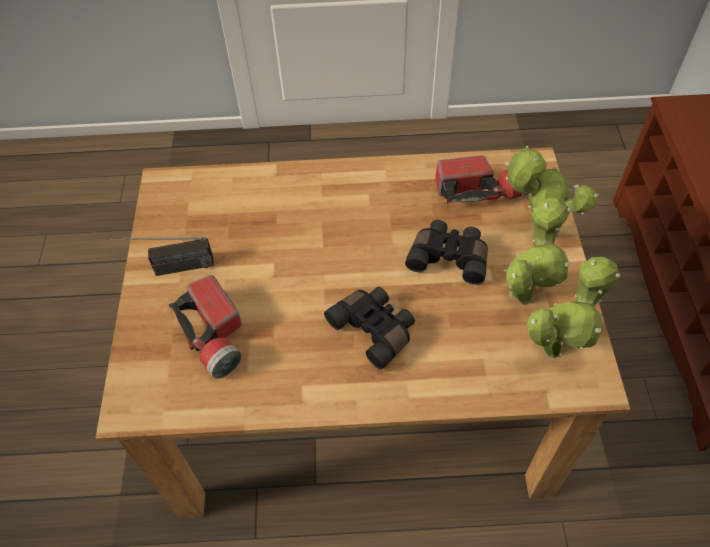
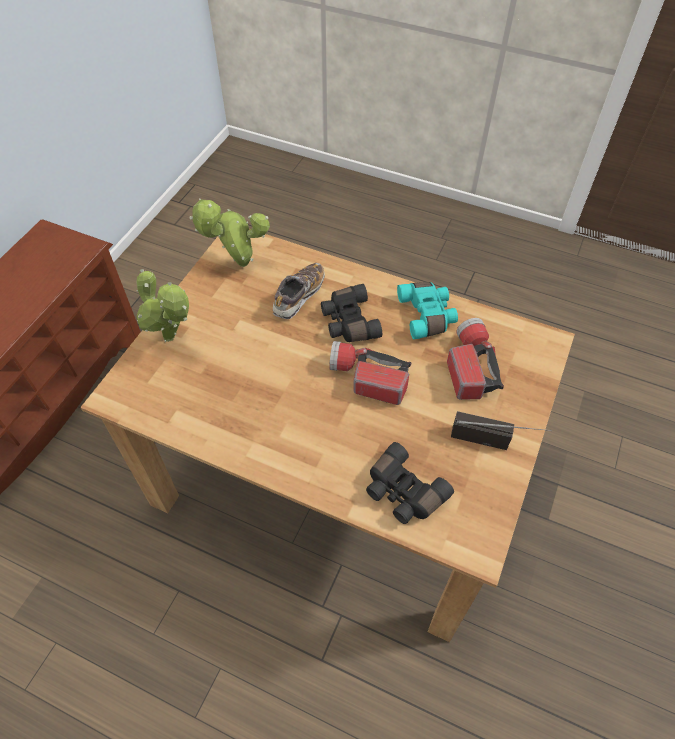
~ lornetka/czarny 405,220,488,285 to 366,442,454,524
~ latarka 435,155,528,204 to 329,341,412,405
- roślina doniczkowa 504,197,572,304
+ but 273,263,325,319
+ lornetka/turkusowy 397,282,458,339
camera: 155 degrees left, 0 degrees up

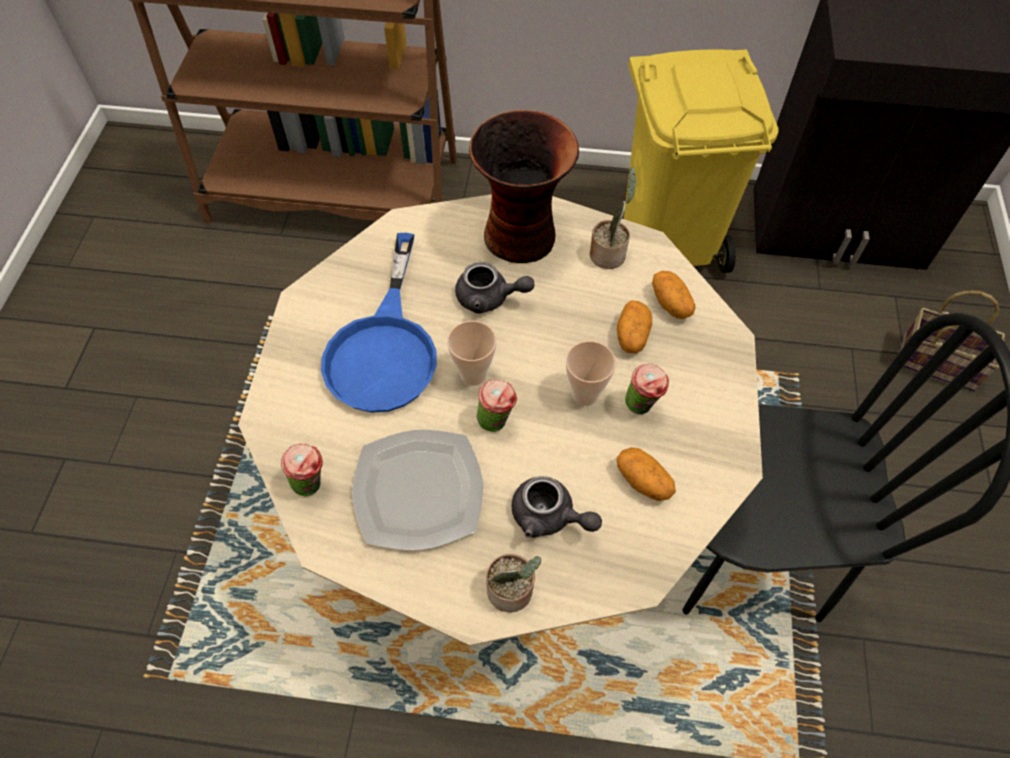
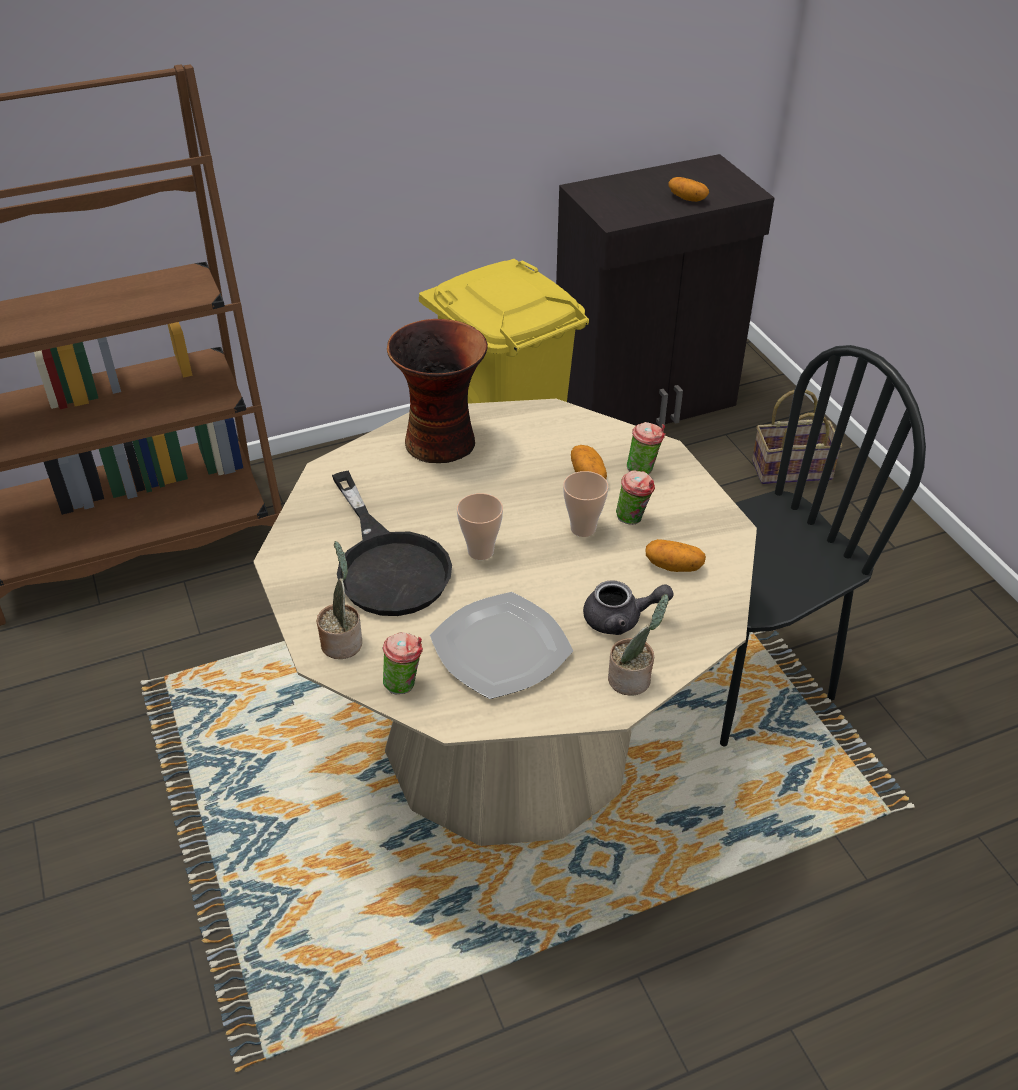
~ patelnia/niebieski 321,233,437,413 to patelnia/czarny 332,471,452,616
- imbryk/szary 455,262,534,314
~ filiżanka 477,380,517,432 to 627,422,666,474
~ roślina doniczkowa 590,167,637,269 to 317,541,362,659
~ ziemniak 652,271,695,319 to 668,177,709,202
camera: 30 degrees left, 15 degrees down

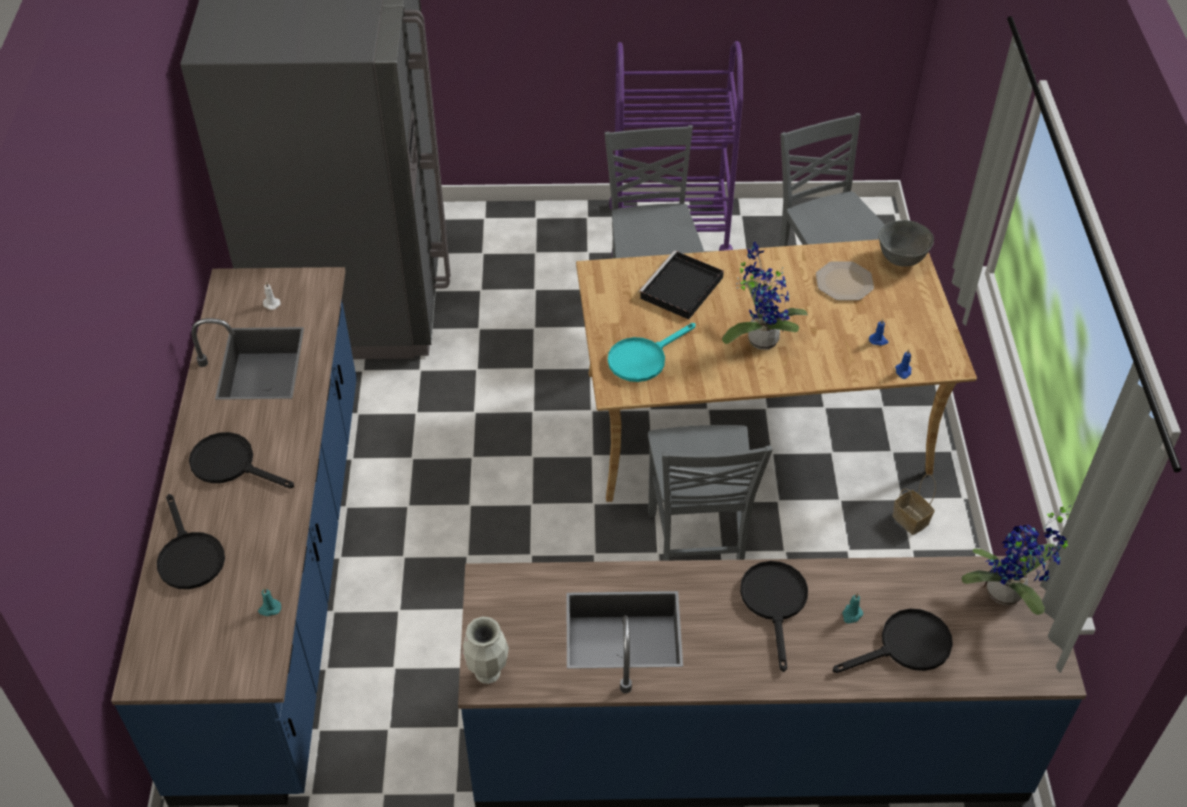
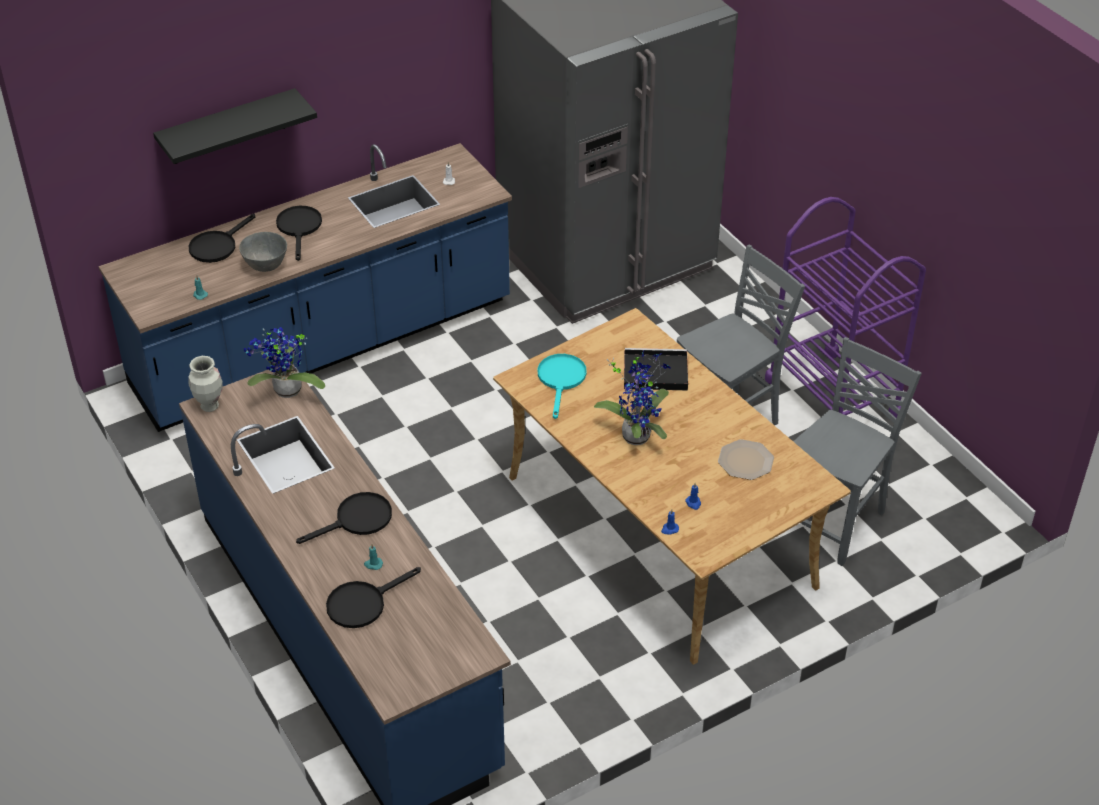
~ patelnia/turkusowy 608,323,695,382 = 537,354,587,419 75 degrees clockwise
- krzesło/szary 648,425,772,561
~ patelnia/czarny 833,609,953,673 = 326,567,421,628 105 degrees clockwise
~ miska/szary 878,220,934,267 to 239,232,287,272
- koszyk 892,474,936,535
~ roślina doniczkowa 962,505,1072,615 to 244,327,325,398
+ półka/czarny 153,88,317,164
camera: 60 degrees right, 5 degrees down

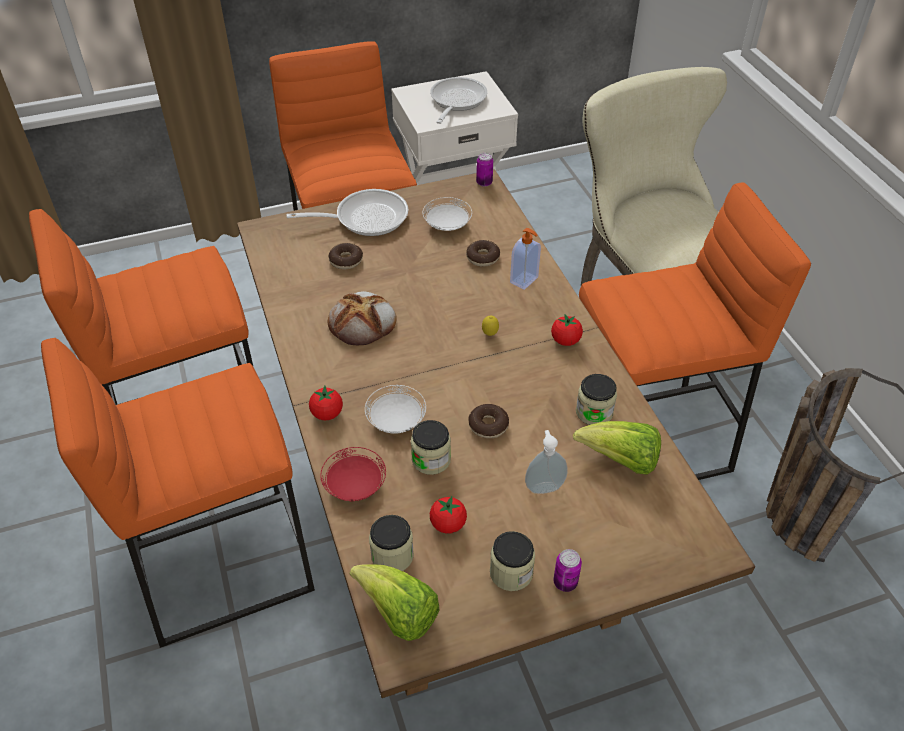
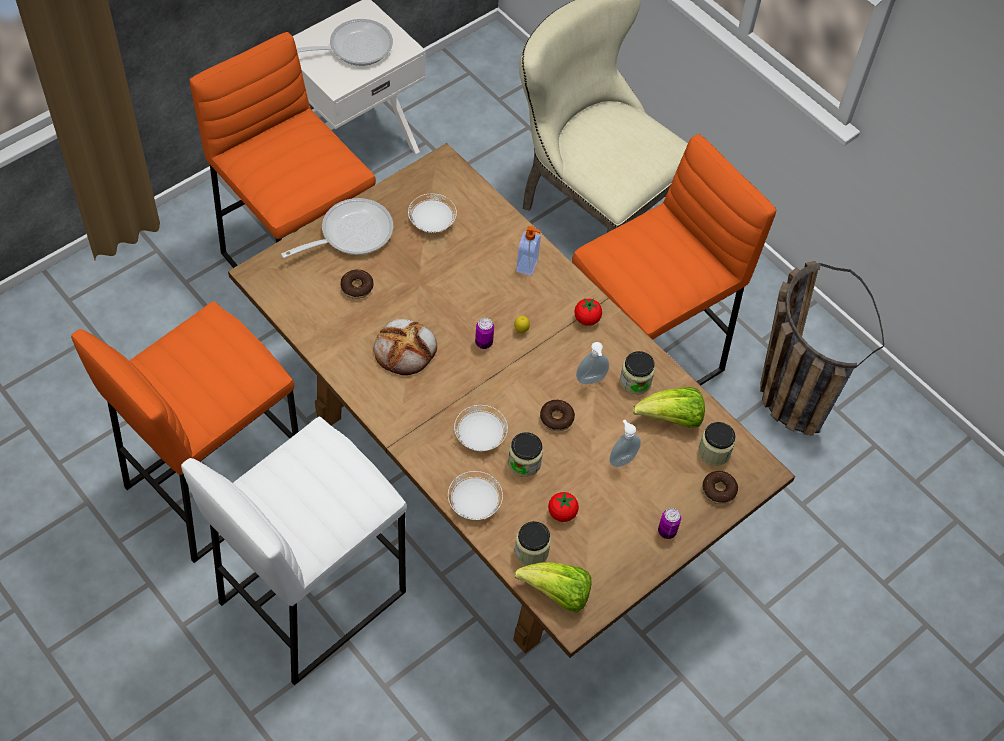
~ stołek/pomarańczowy 41,338,315,648 to stołek/biały 181,416,407,685
- pomidor 309,386,343,420
~ talerz/czerwony 320,447,386,501 to talerz/biały 448,471,503,520
~ patelnia 430,77,487,124 = 296,19,393,66 75 degrees clockwise
~ donut 466,240,500,267 to 702,471,738,504
~ puszka 476,153,493,187 to 475,318,494,349
~ słoik 490,531,535,591 to 698,422,736,466
+ dozownik mydła 576,342,609,384
camera: 25 degrees left, 10 degrees up

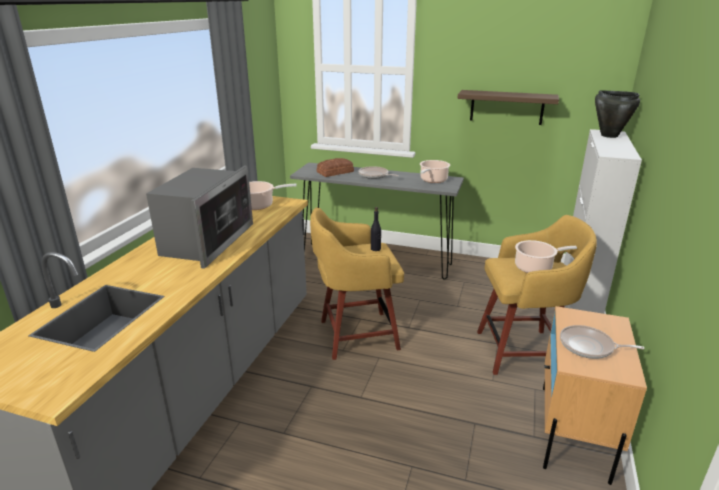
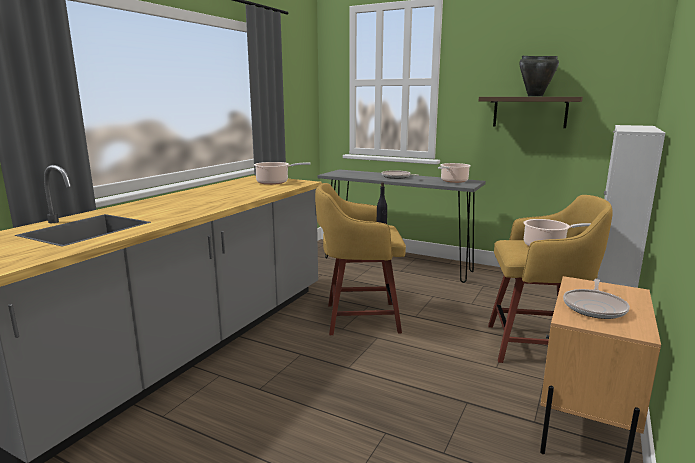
- mikrofalówka 146,166,253,269
- chleb 317,158,354,177
~ patelnia 560,325,645,359 = 563,279,630,319 90 degrees counterclockwise
~ garnek/czarny 595,90,640,138 to 519,56,559,96
camera: 10 degrees right, 10 degrees down

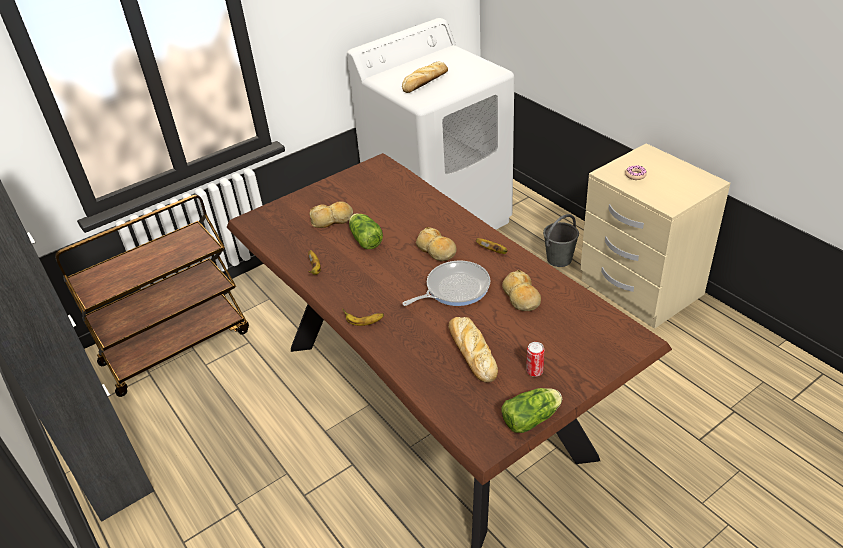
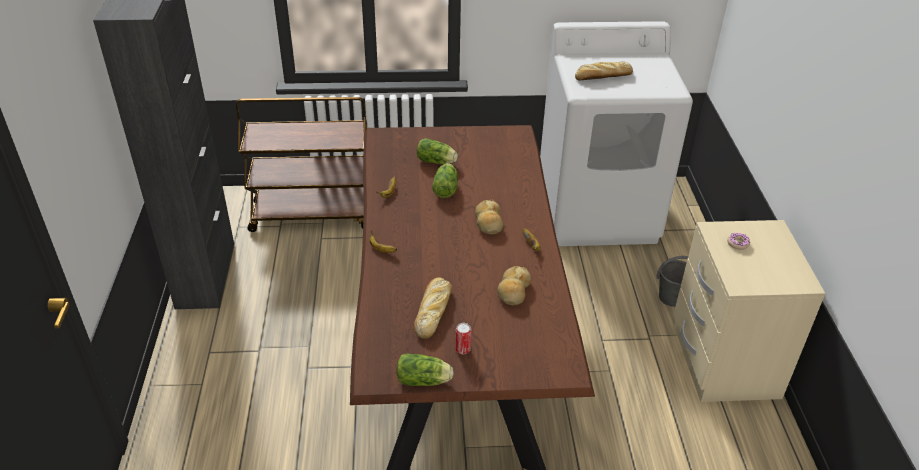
~ chleb 309,201,353,228 to sałata 417,138,458,164
- patelnia 402,261,490,306
camera: 30 degrees right, 0 degrees up

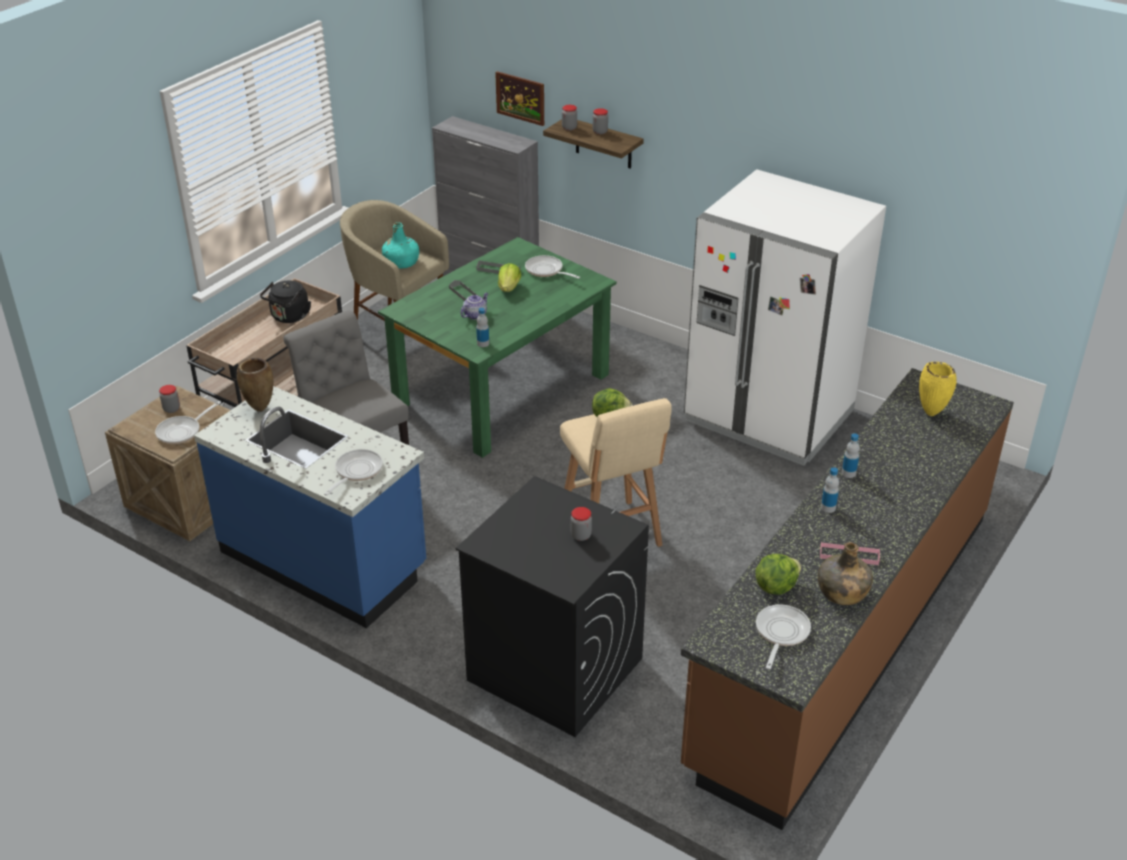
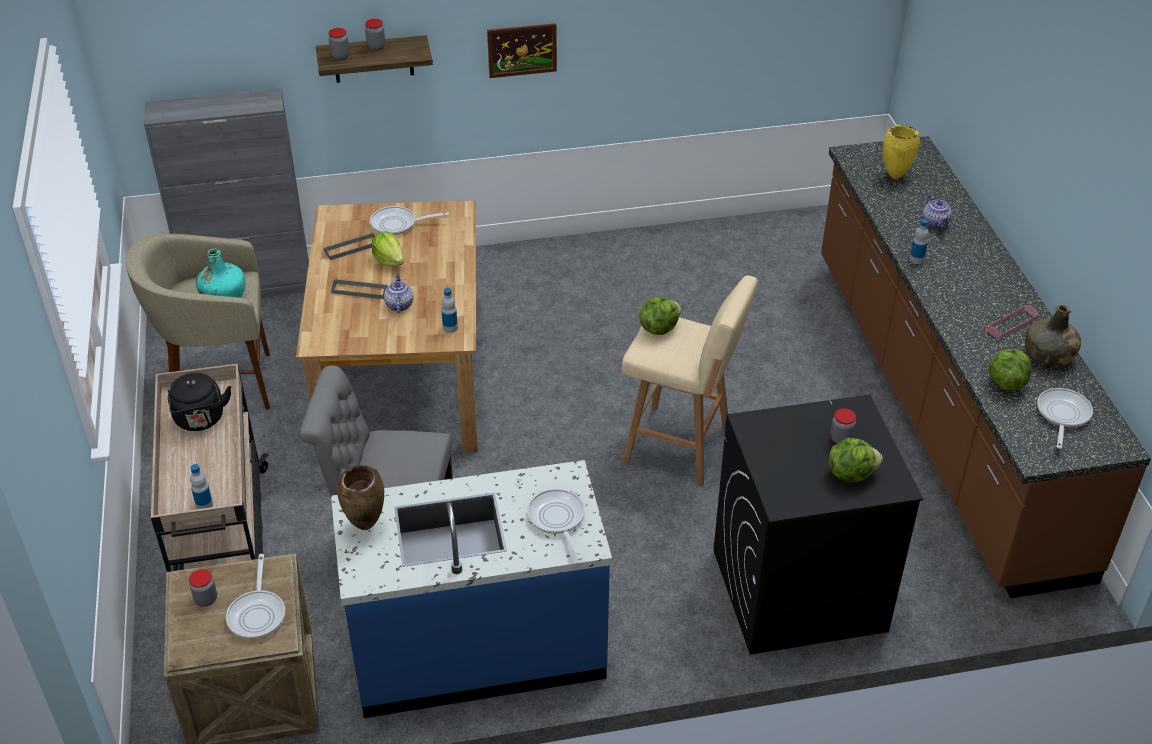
~ stół jadalny/zielony 378,237,617,458 to stół jadalny/brązowy 296,200,478,453
~ obraz 495,71,544,126 to 487,23,557,78
- lodówka/biały 684,169,886,466
~ patelnia 756,605,811,669 = 1037,388,1093,449 45 degrees clockwise
~ butelka 821,467,839,513 to 190,464,213,509
+ sałata 829,438,883,483
+ imbryk 923,195,952,229
camera: 45 degrees left, 5 degrees up

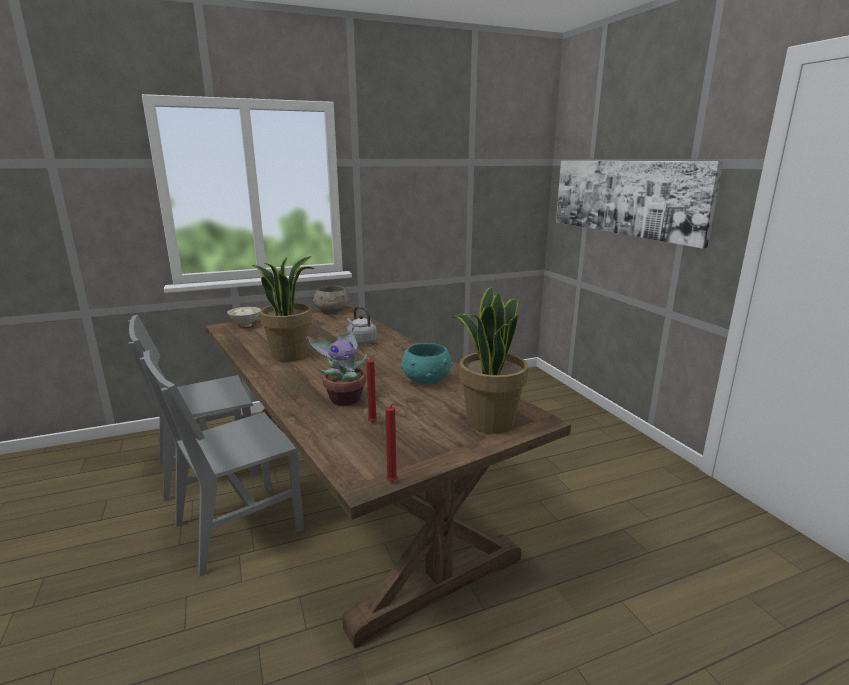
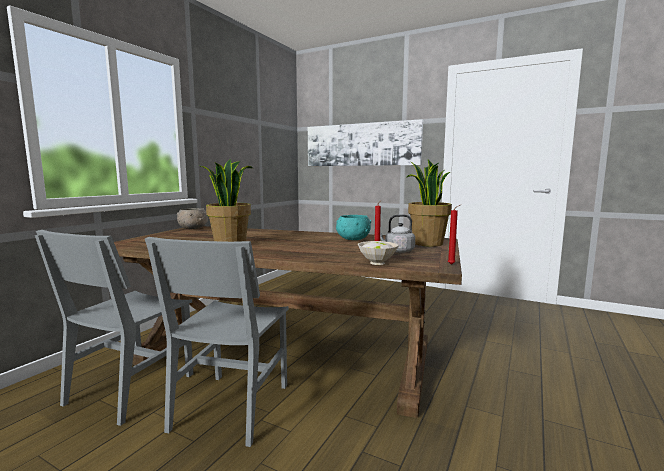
~ miska/biały 227,307,261,327 to 358,241,399,265
- roślina doniczkowa 306,326,367,406
~ czajnik/szary 346,306,377,345 to 380,214,415,253
camera: 40 degrees left, 10 degrees down

